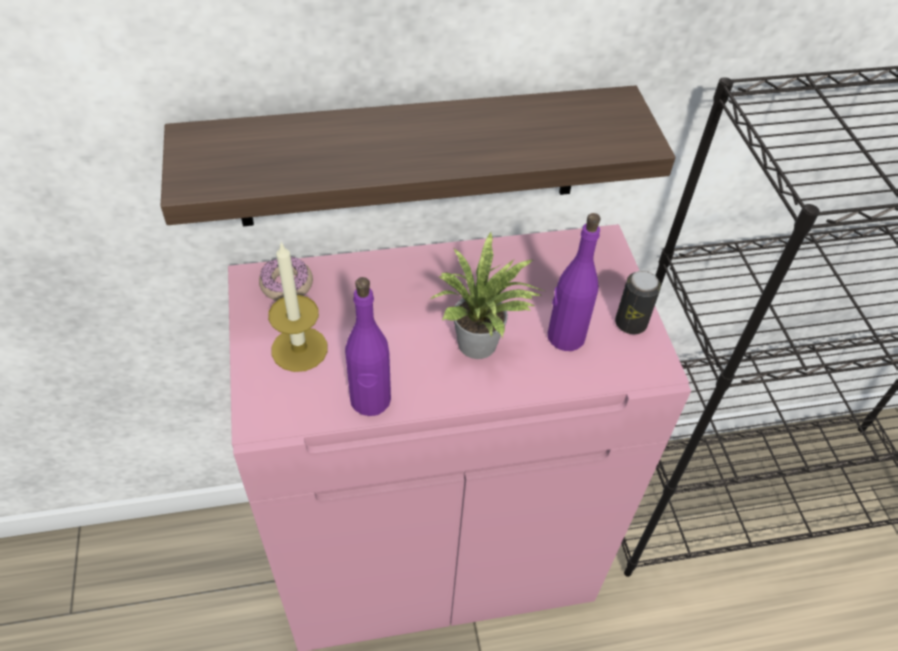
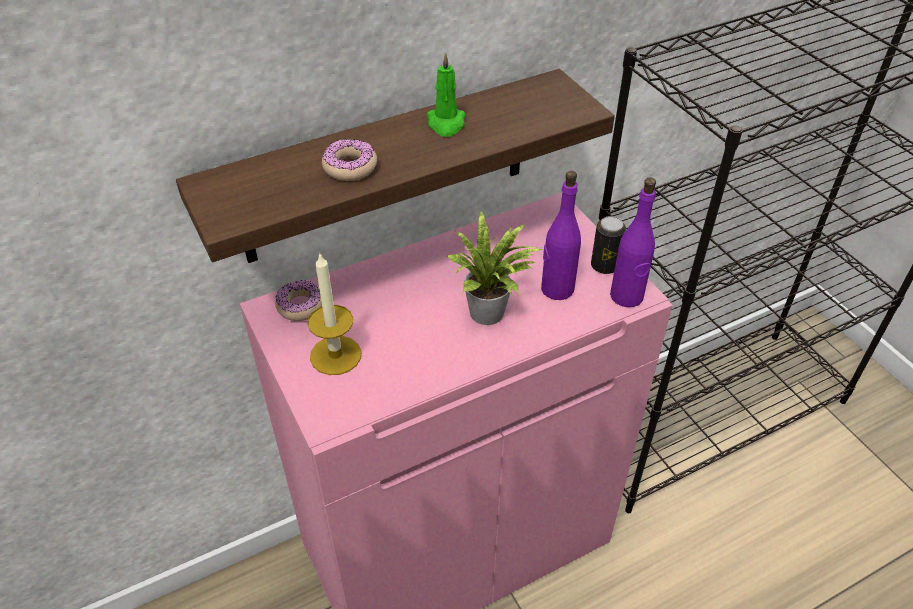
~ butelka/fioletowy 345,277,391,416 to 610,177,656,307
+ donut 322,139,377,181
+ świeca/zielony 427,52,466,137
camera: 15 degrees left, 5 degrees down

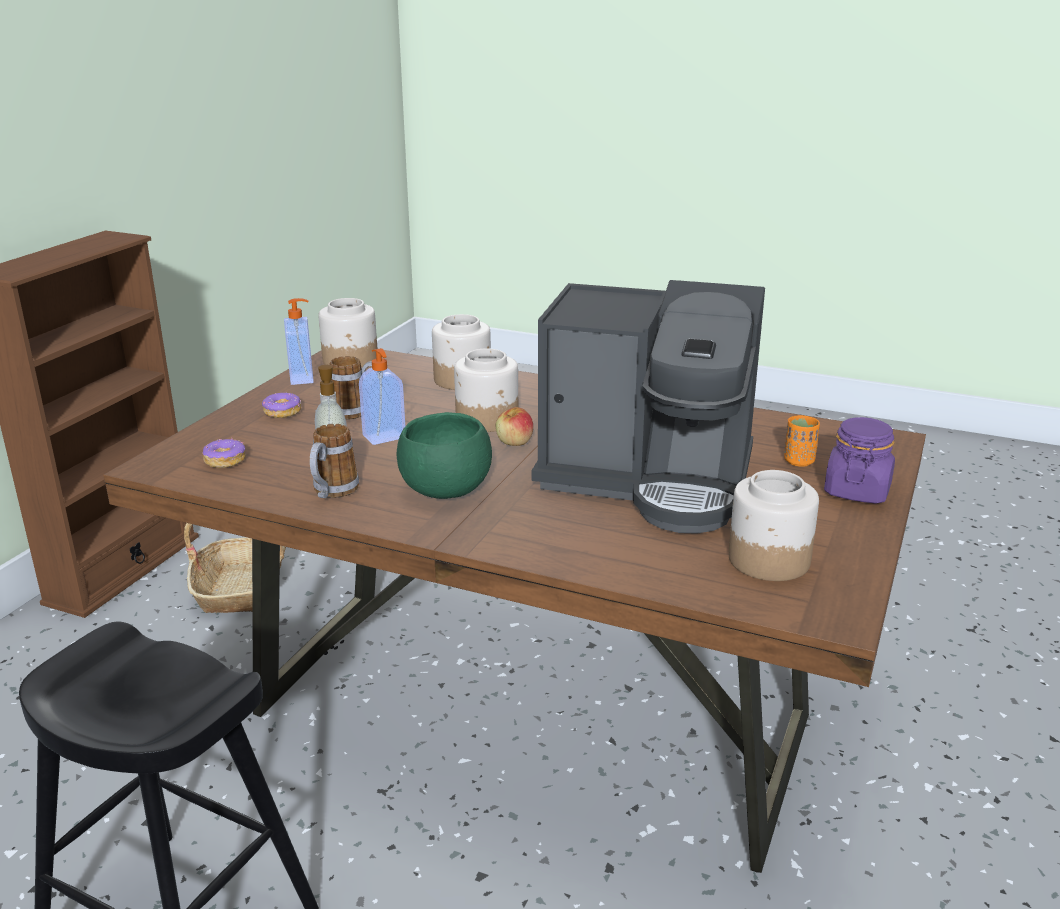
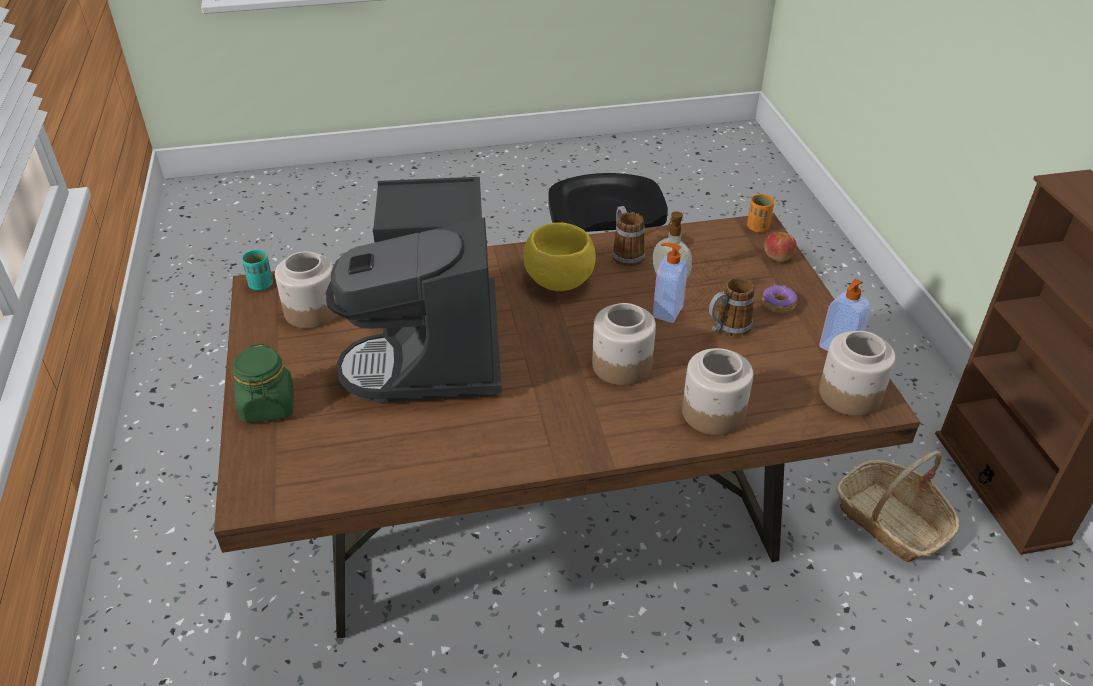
- donut 201,438,246,468
~ miska/zielony 397,412,492,499 to miska/żółty 523,222,596,291
~ jabłko 496,407,533,446 to 764,232,797,262
~ ekspres do kawy 531,280,765,534 = 326,177,502,403 75 degrees counterclockwise
~ filiżanka/pomarańczowy 784,415,820,467 to 747,194,774,232
~ słoik/fioletowy 824,417,895,504 to słoik/zielony 233,343,294,423
+ filiżanka/turkusowy 242,250,273,291
camera: 145 degrees right, 15 degrees up

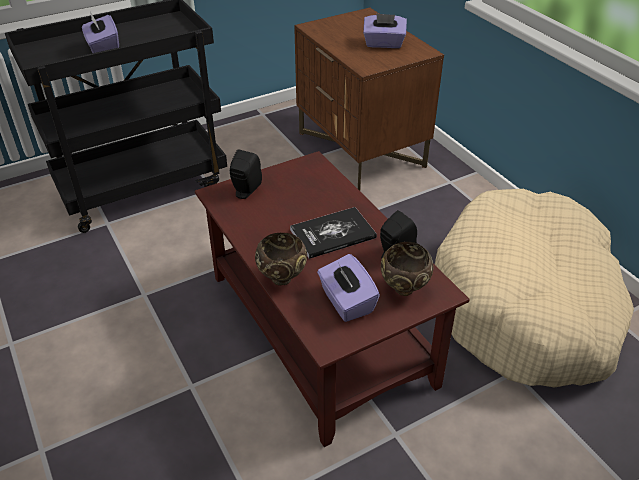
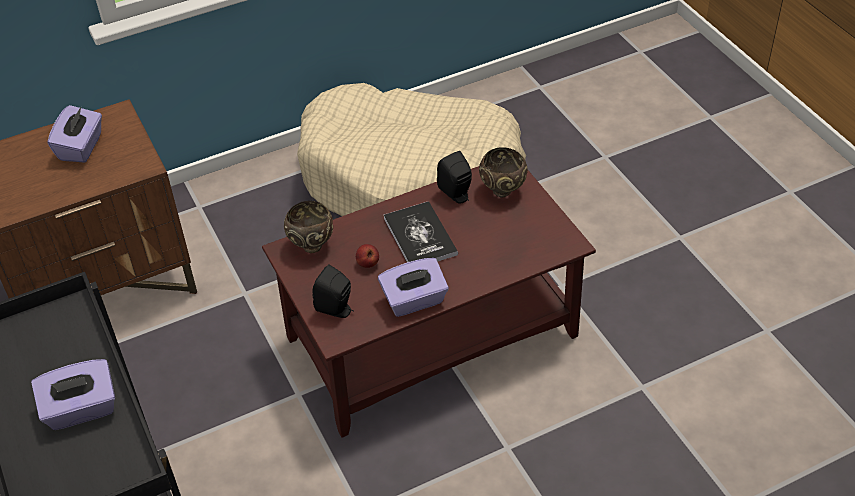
~ miska/brązowy 255,233,307,286 to 284,201,333,253
~ pudełko chusteczek/fioletowy 317,254,380,322 to 378,258,449,317
+ jabłko 356,244,379,268
camera: 85 degrees left, 5 degrees up

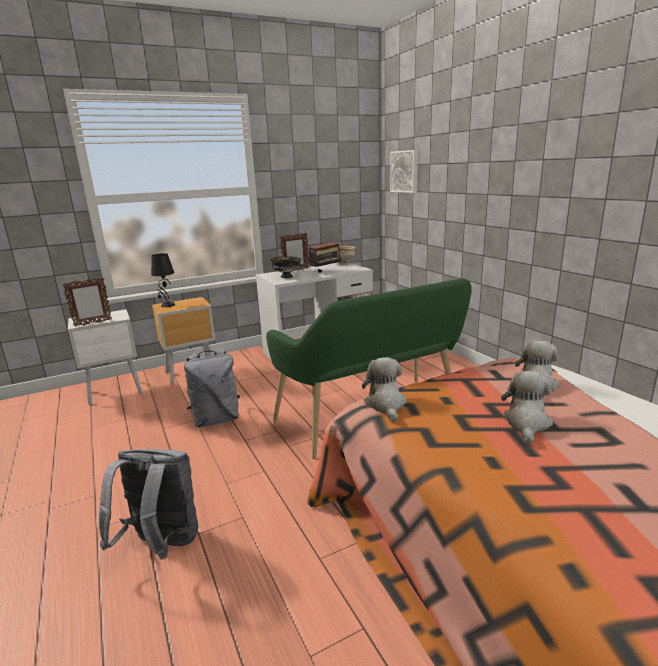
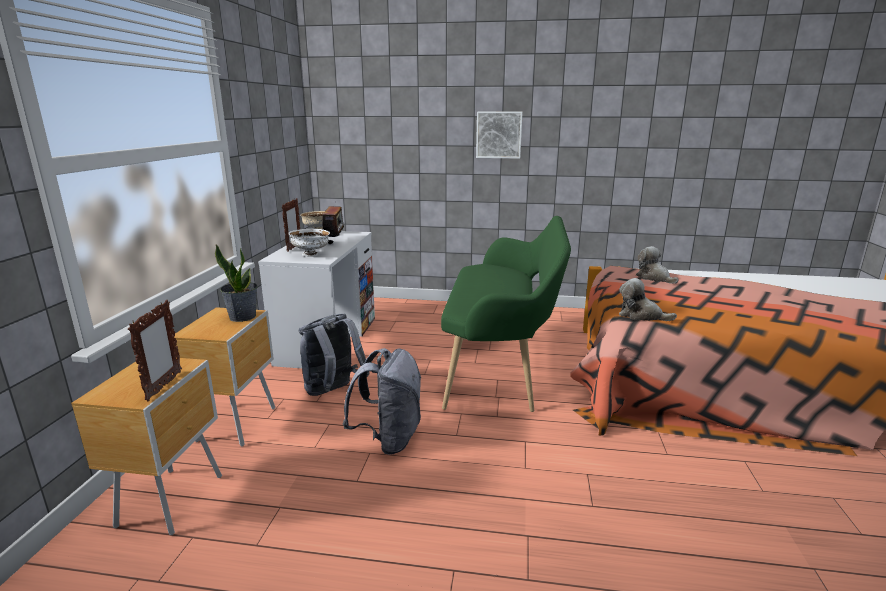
~ szafka nocna/biały 68,309,143,405 to szafka nocna/brązowy 71,358,222,536
~ plecak/szary 99,449,199,560 to 299,313,370,396
- lampa stołowa/czarny 151,253,175,307
~ miska/czarny 271,256,302,278 to miska/biały 288,229,330,257
~ obraz 390,150,418,193 to 476,112,523,159
- pluszak 501,371,553,443
+ roślina doniczkowa 215,245,257,322
camera: 55 degrees left, 0 degrees up

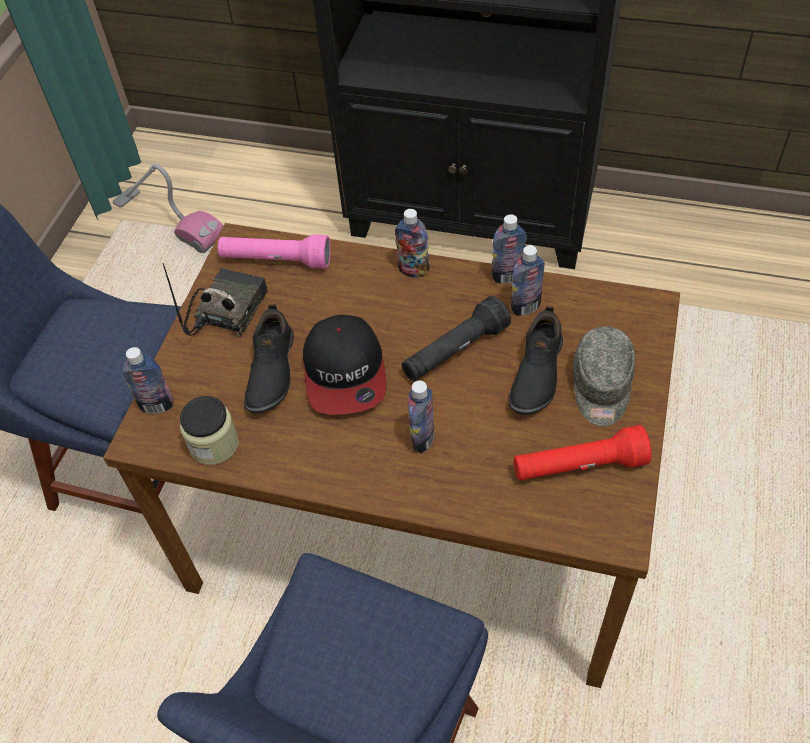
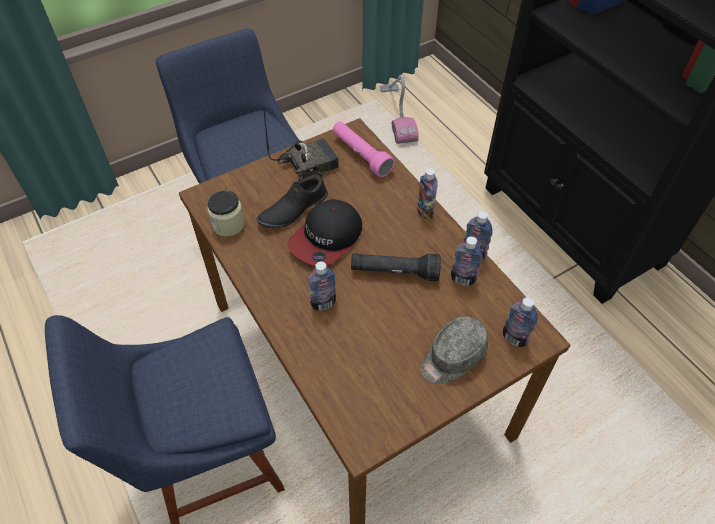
~ butelka 122,347,174,414 to 503,297,538,347
- but/czarny 508,306,563,415
- latarka/czerwony 514,425,652,480
camera: 40 degrees right, 0 degrees up

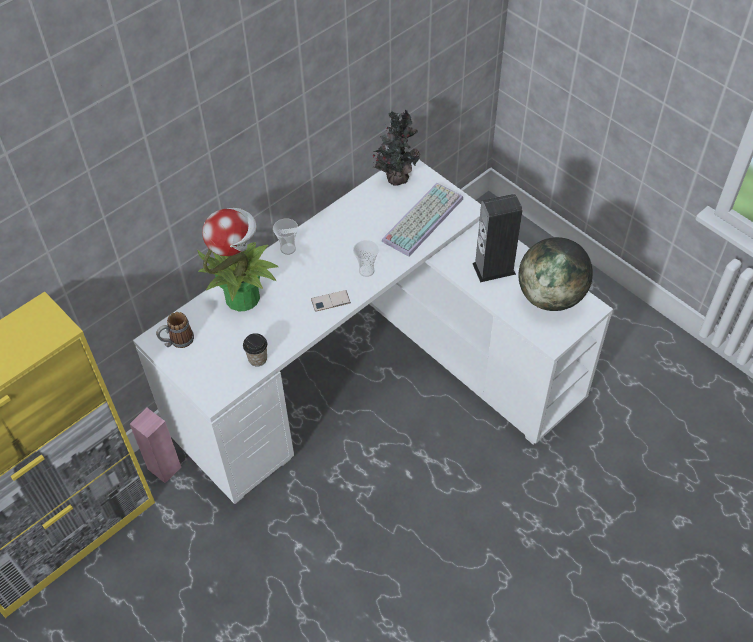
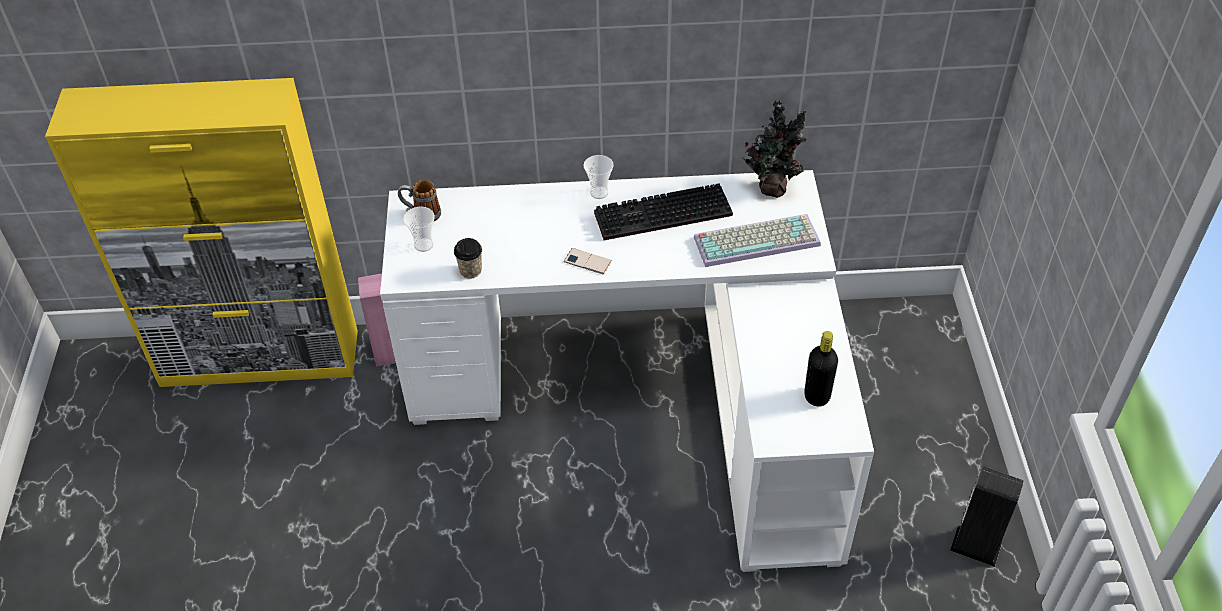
- roślina doniczkowa 197,208,278,311
~ filiżanka 353,240,379,277 to 403,207,435,252
~ głośnik 473,194,522,282 to 950,466,1024,567
~ globus 519,237,593,311 to butelka/czarny 804,331,838,406
+ klawiatura 594,183,733,240
camera: 40 degrees right, 5 degrees down

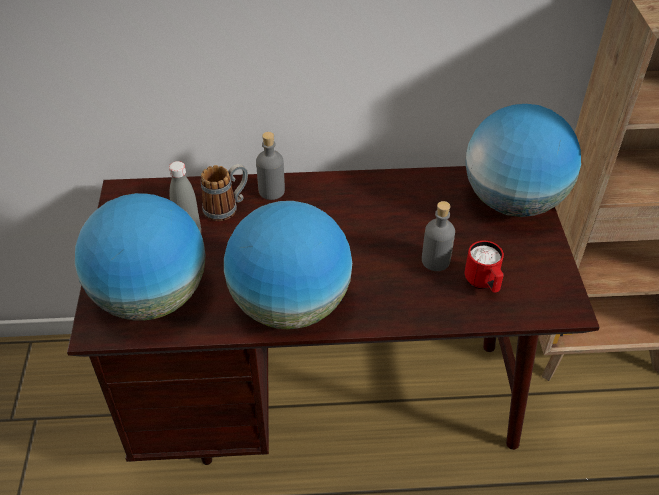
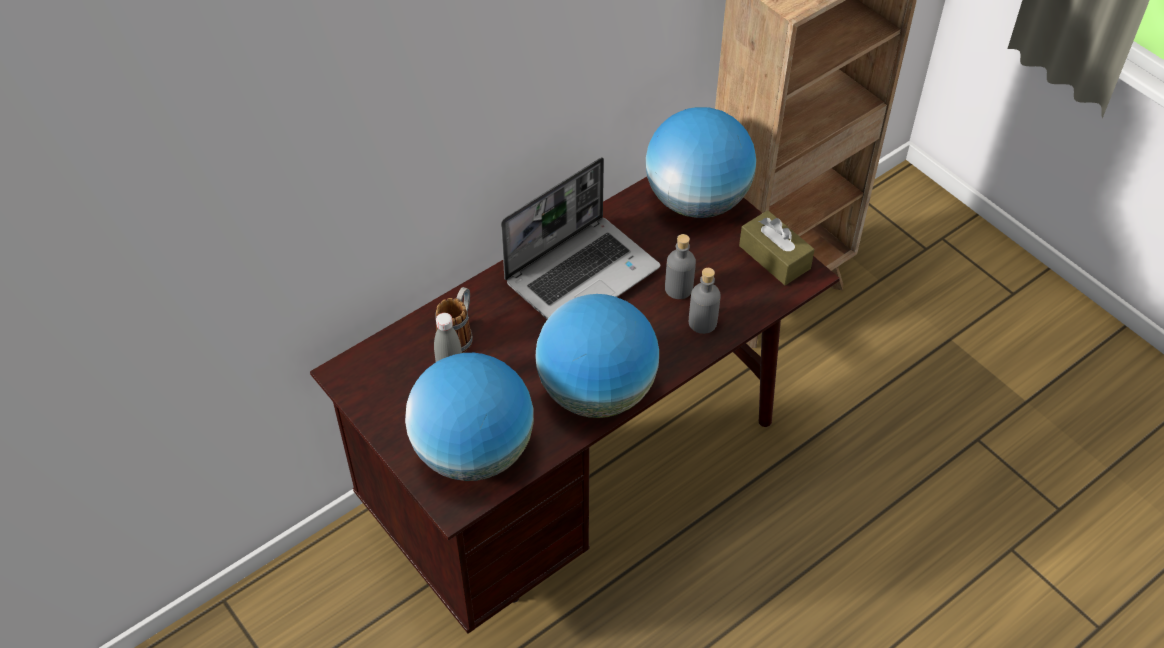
~ butelka/szary 256,132,285,200 to 689,268,721,334
- kubek/czerwony 465,241,504,293
+ laptop 501,157,660,319
+ pudełko chusteczek/brązowy 739,210,815,285
camera: 35 degrees left, 5 degrees up

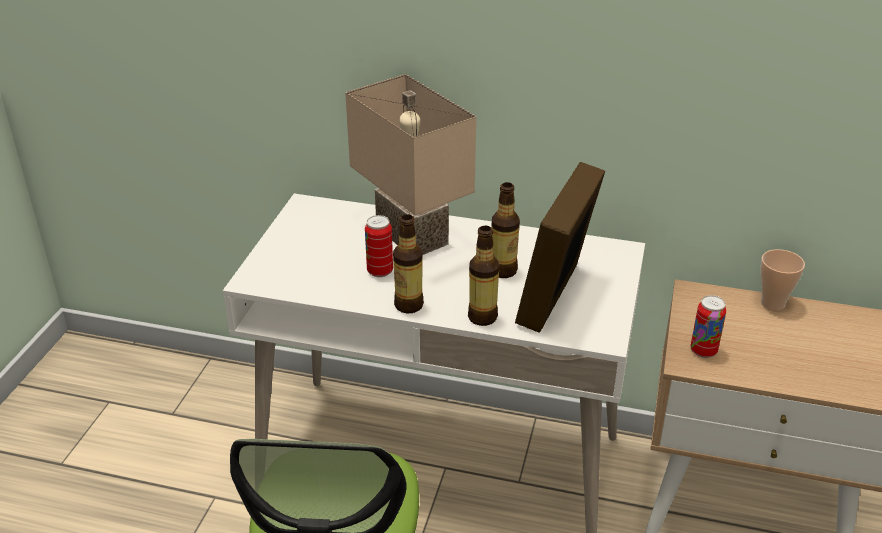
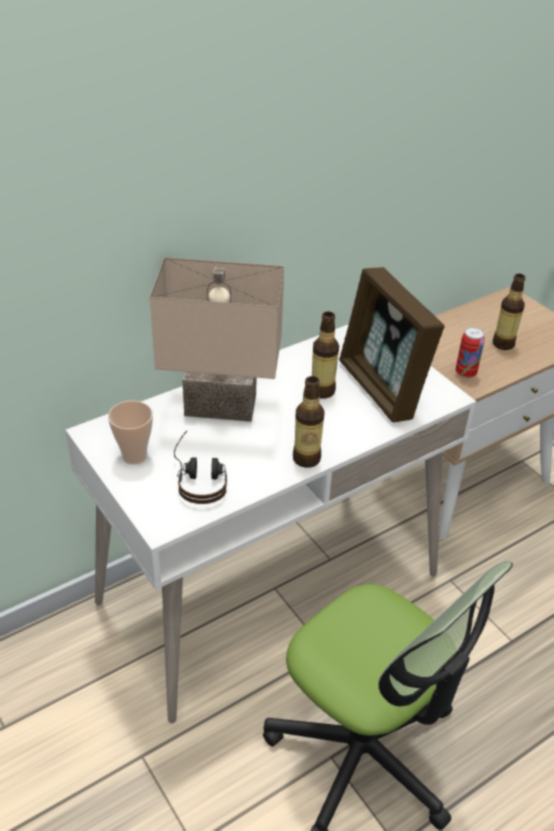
- puszka 365,215,393,277
~ butelka 468,226,499,326 to 493,274,526,350
~ filiżanka 761,249,805,311 to 108,401,153,464
+ słuchawki 174,430,227,504
camera: 50 degrees left, 5 degrees up

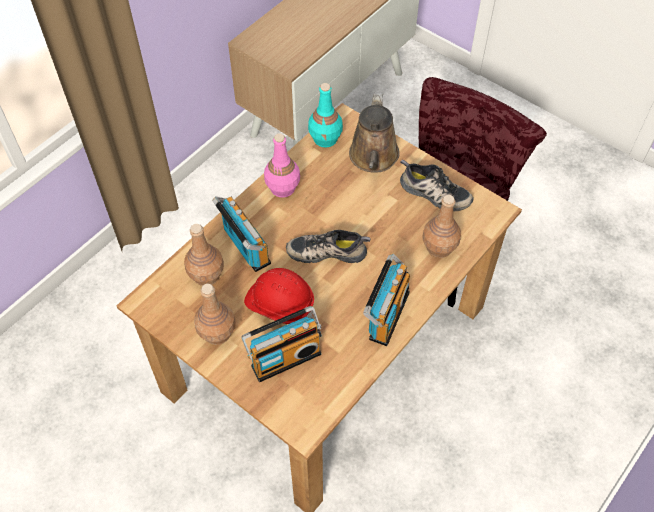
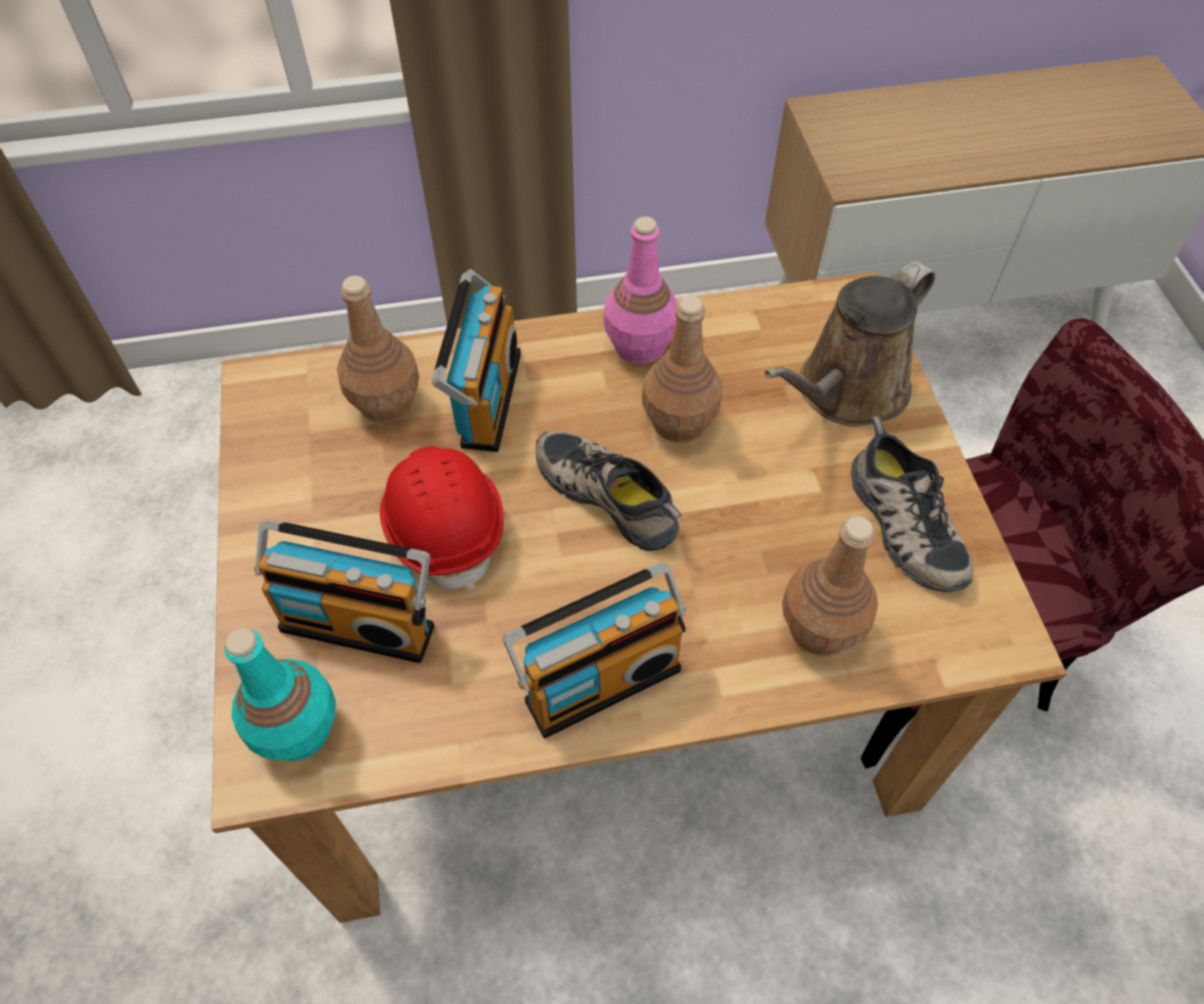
~ butelka/brązowy 194,284,236,345 to 642,296,722,443
~ butelka/turkusowy 308,83,343,147 to 224,628,336,761
camera: 40 degrees right, 0 degrees up

